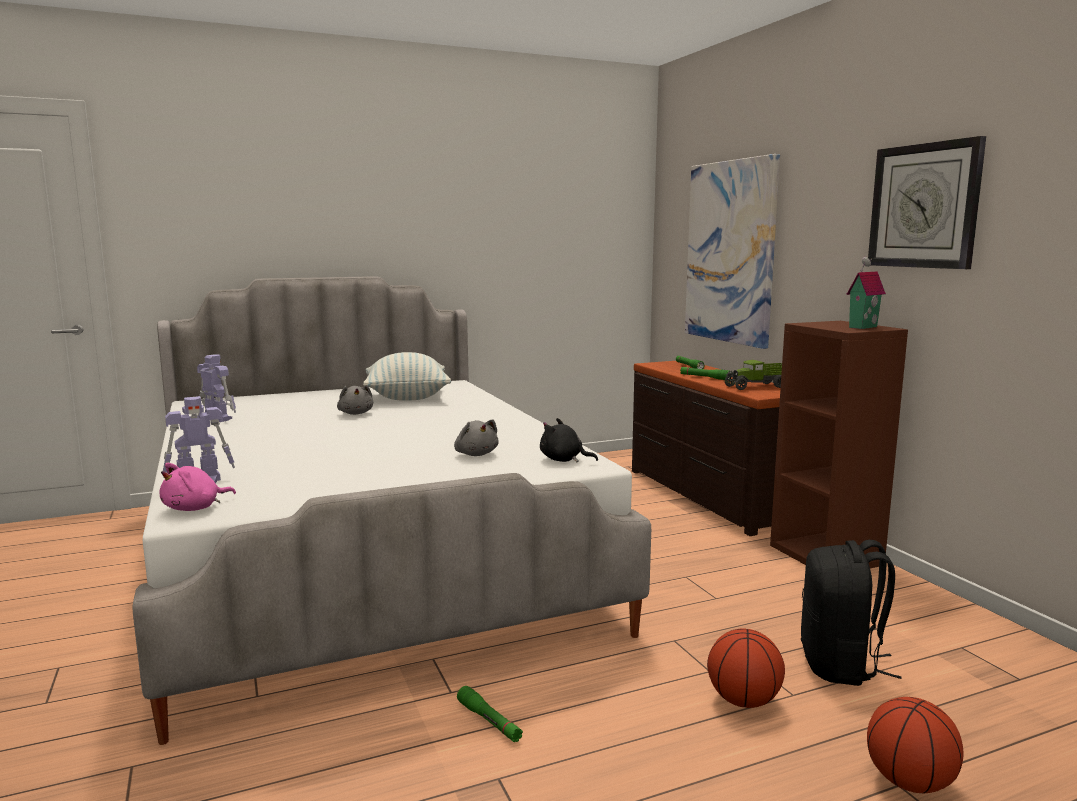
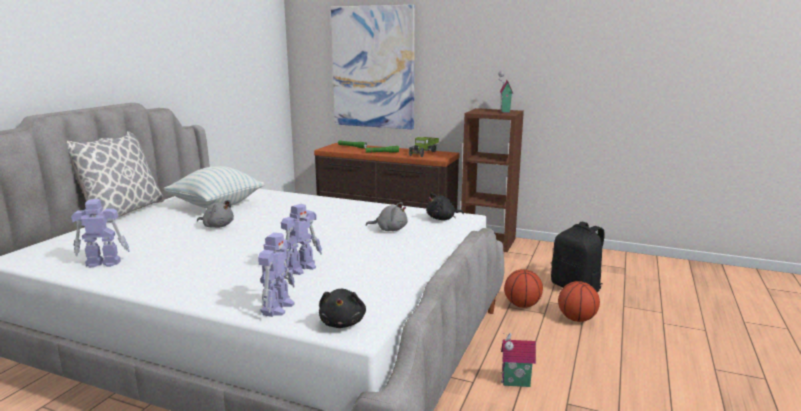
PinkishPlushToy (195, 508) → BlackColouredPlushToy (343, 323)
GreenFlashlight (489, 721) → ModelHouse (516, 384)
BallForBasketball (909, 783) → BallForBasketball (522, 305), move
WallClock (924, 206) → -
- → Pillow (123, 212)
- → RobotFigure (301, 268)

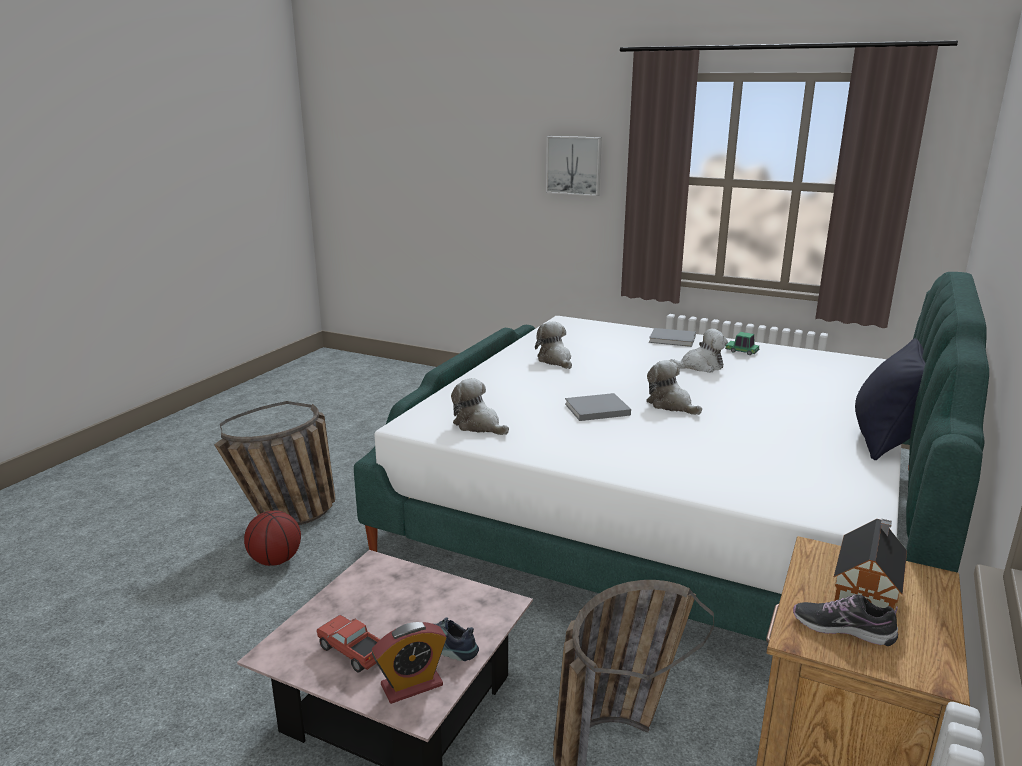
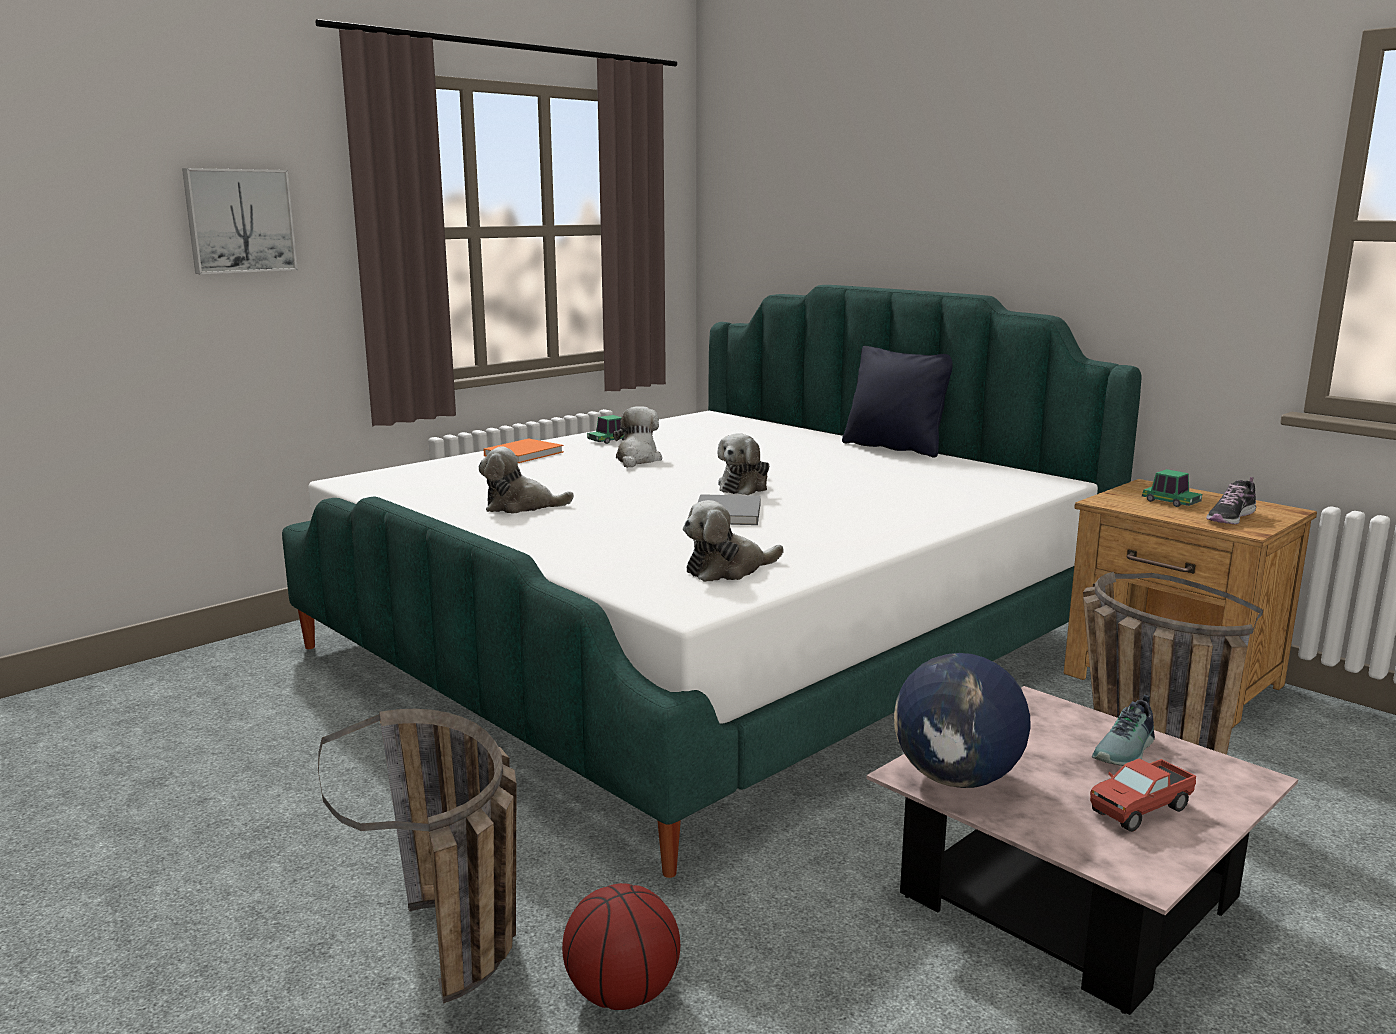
BedsideClock (411, 685) → -
PlushToy (671, 405) → PlushToy (745, 487), 45 degrees counterclockwise
GrayBook (674, 339) → OrangeColouredBook (525, 453)
ModelHouse (866, 591) → MiniatureCar (1170, 502)
- → Globe (957, 779)

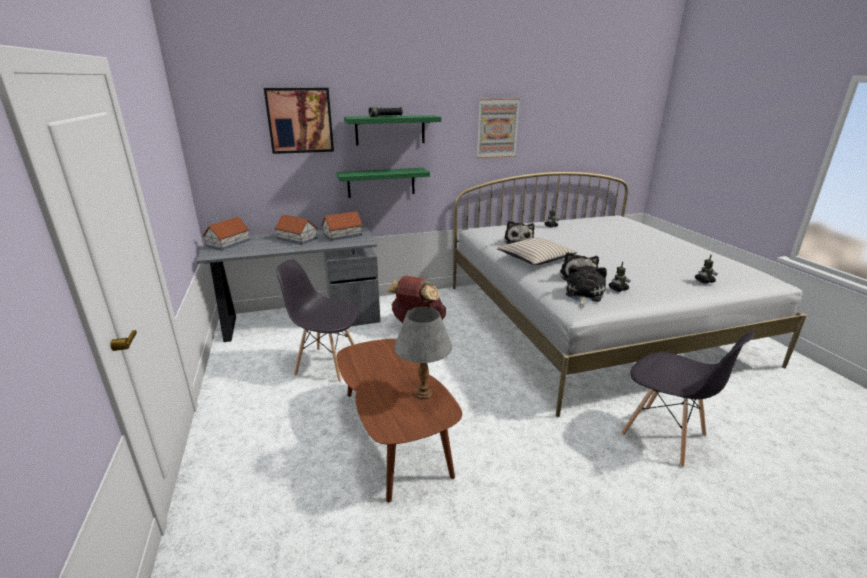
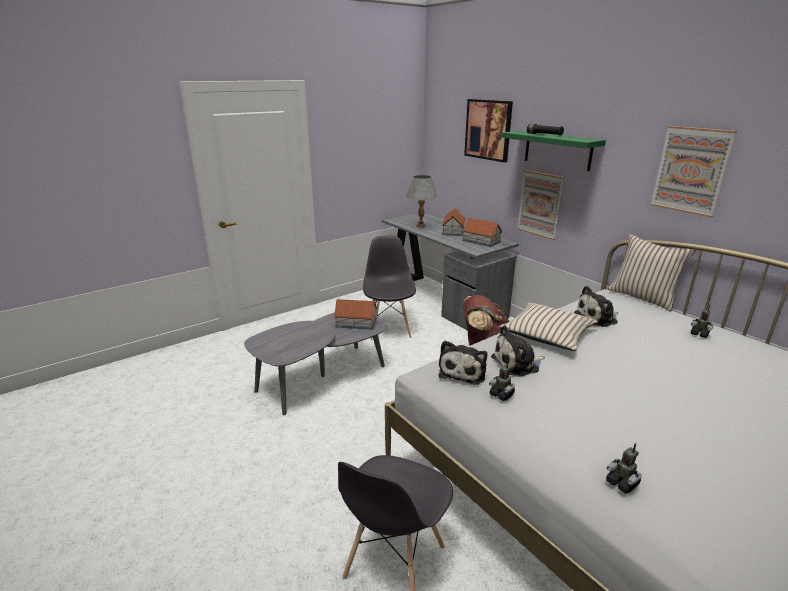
ModelHouse (228, 243) → ModelHouse (355, 322), move
GreenBracketShelf (381, 182) → WallPicture (540, 204)
BrownishLowTable (394, 433) → GrayLowTable (322, 377)
GrayTableLamp (423, 393) → GrayTableLamp (420, 226), move
PlushToy (583, 294) → PlushToy (463, 371), 105 degrees clockwise
- → BeigePillow (642, 297)

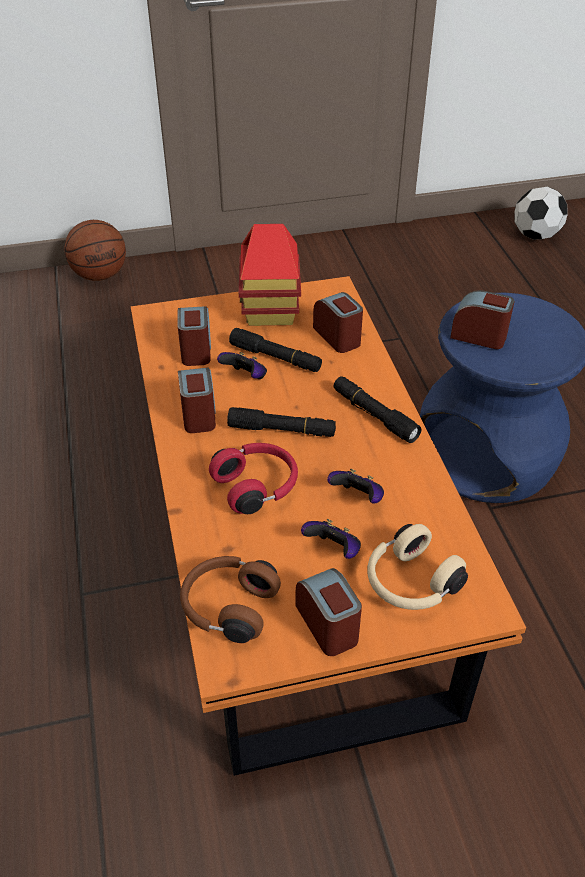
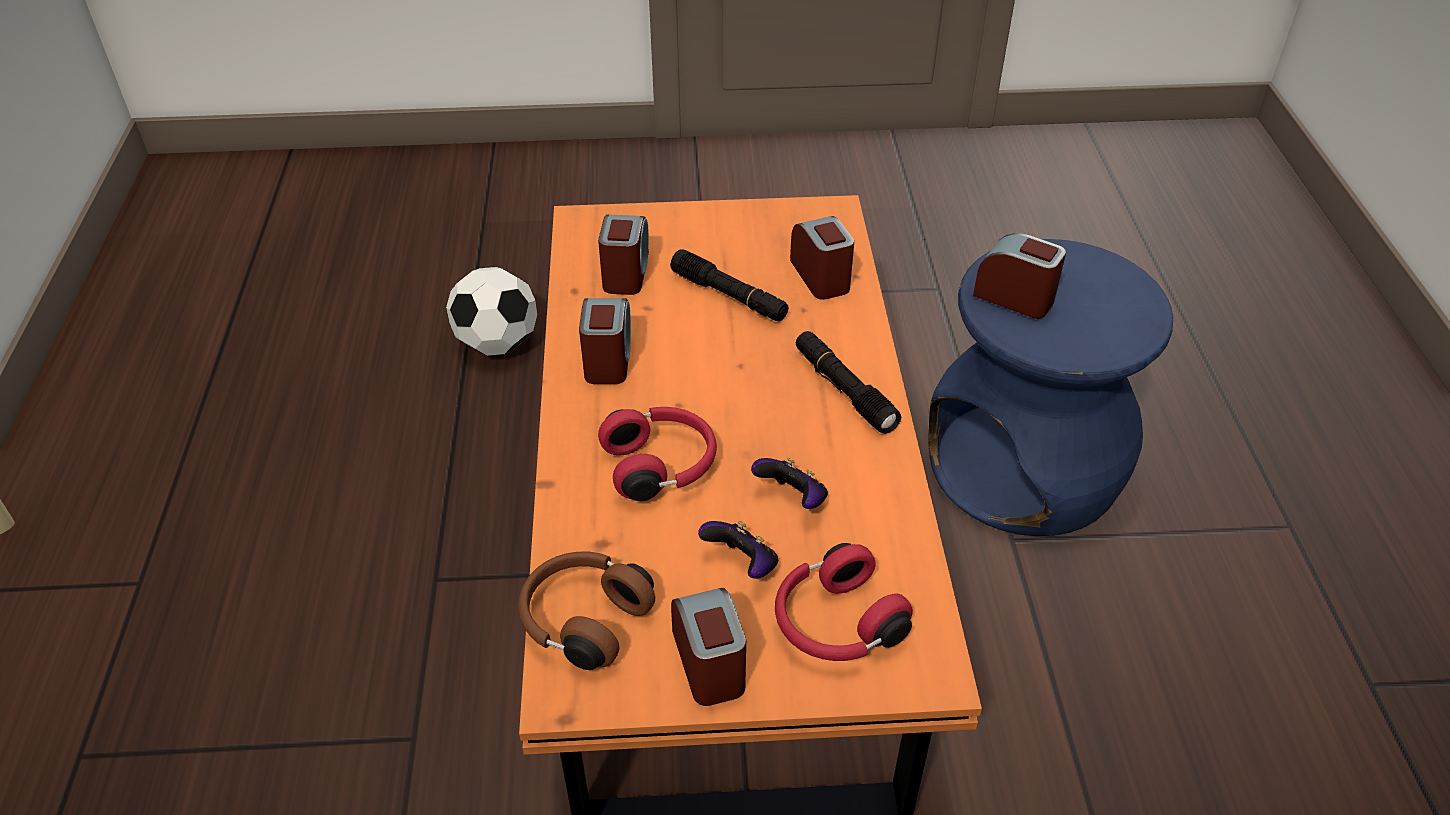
BallForBasketball (100, 275) → -
Gamepad (245, 377) → -
BlackColouredFlashlight (282, 430) → -
ModelHouse (270, 311) → -
BeigeHeadset (410, 583) → RedHeadset (835, 624)
Football (535, 235) → Football (498, 344), move

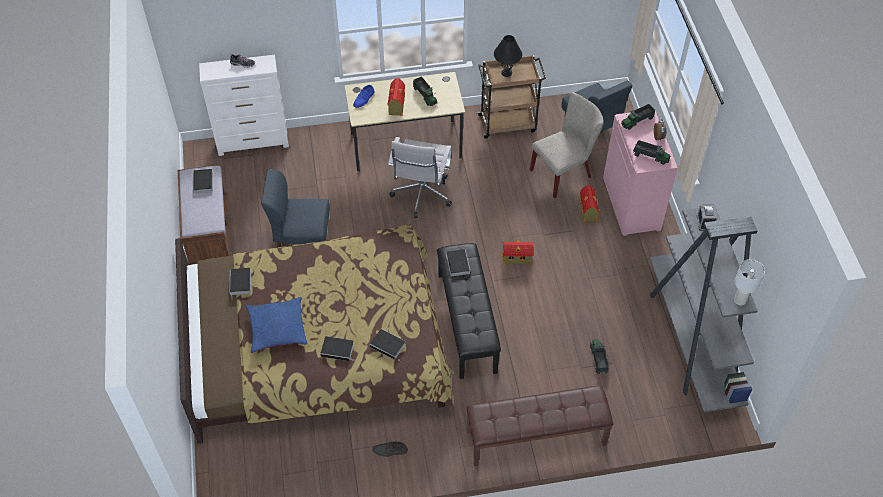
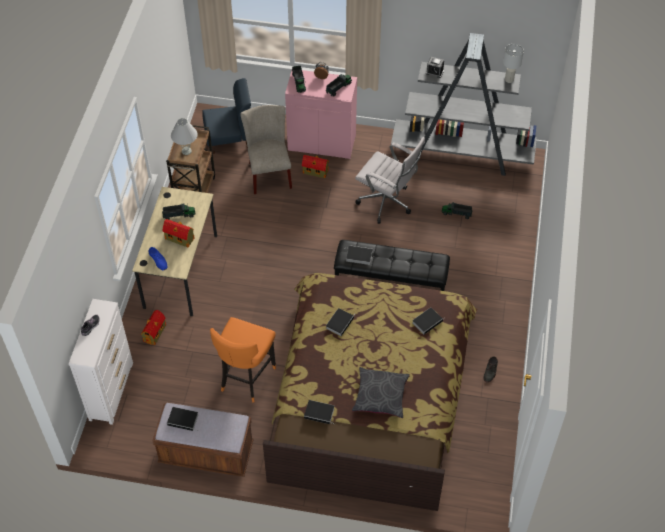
BluePillow (277, 329) → GrayPillow (380, 396)
BluePlainChair (301, 235) → OrangeColouredSittingStool (246, 378)
Book (338, 349) → Book (340, 322), move
WhiteDeskChair (421, 196) → WhiteDeskChair (387, 203), move
BrownishIndoorBench (536, 438) → -
BlackColouredTableLamp (506, 73) → WhiteTableLamp (186, 151)
ModelHouse (517, 258) → ModelHouse (155, 332), move

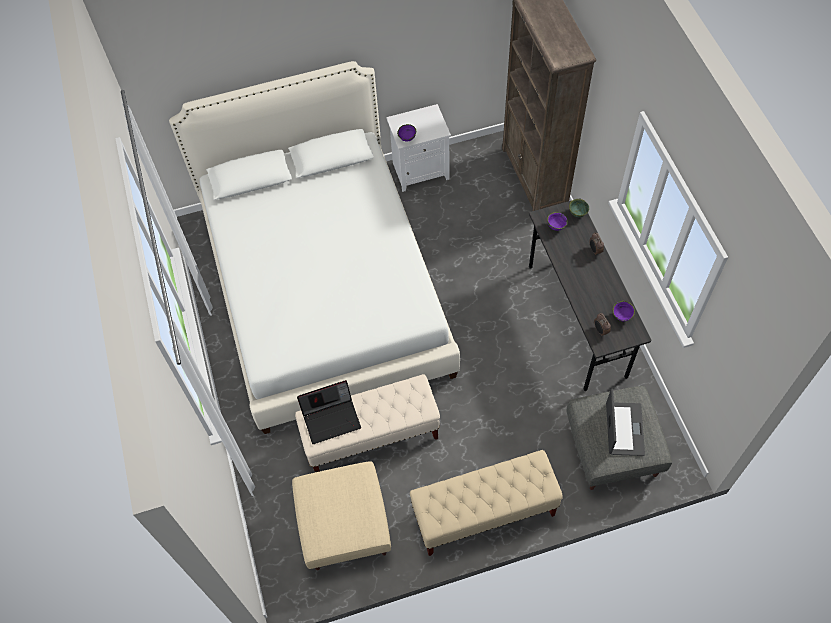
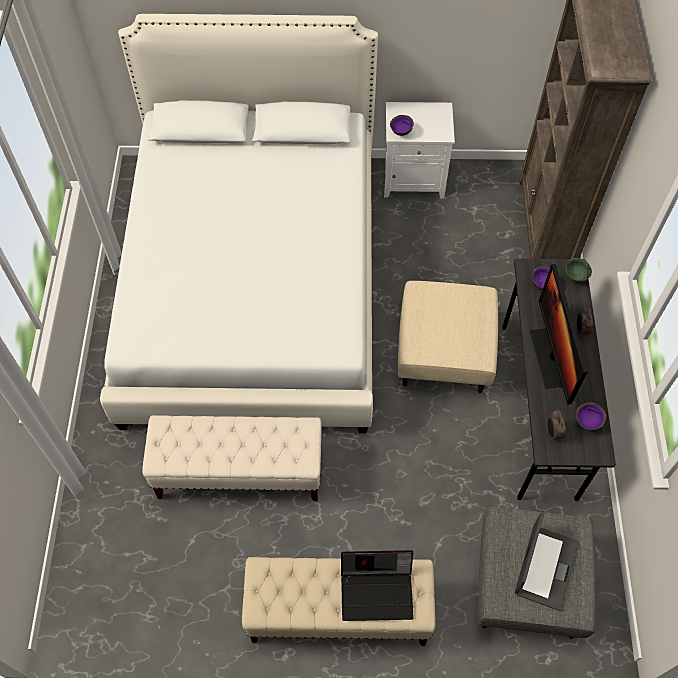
BeigePouffe (343, 525) → BeigePouffe (443, 351), move
Laptop (332, 418) → Laptop (377, 591), move
- → ComputerDisplay (551, 357)

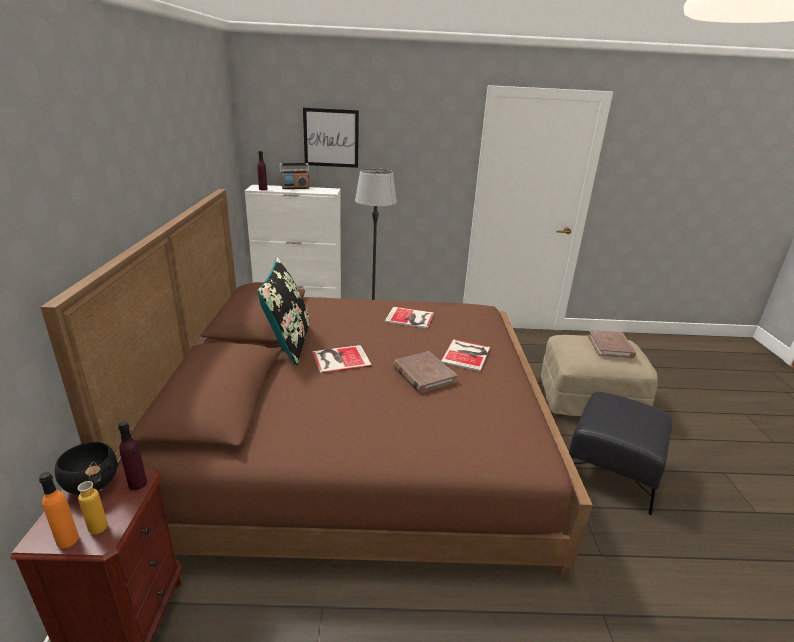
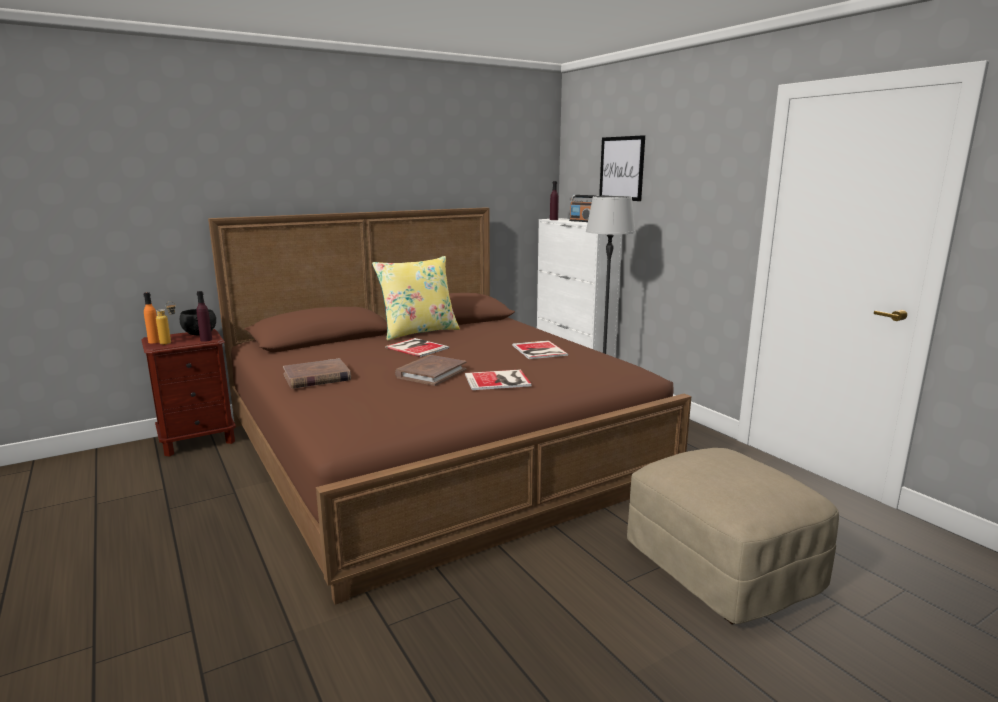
BlackColouredPillow (288, 344) → YellowPillow (418, 332)
BlackColouredPouffe (612, 469) → -
BrownishBook (610, 346) → BrownishBook (317, 377), move

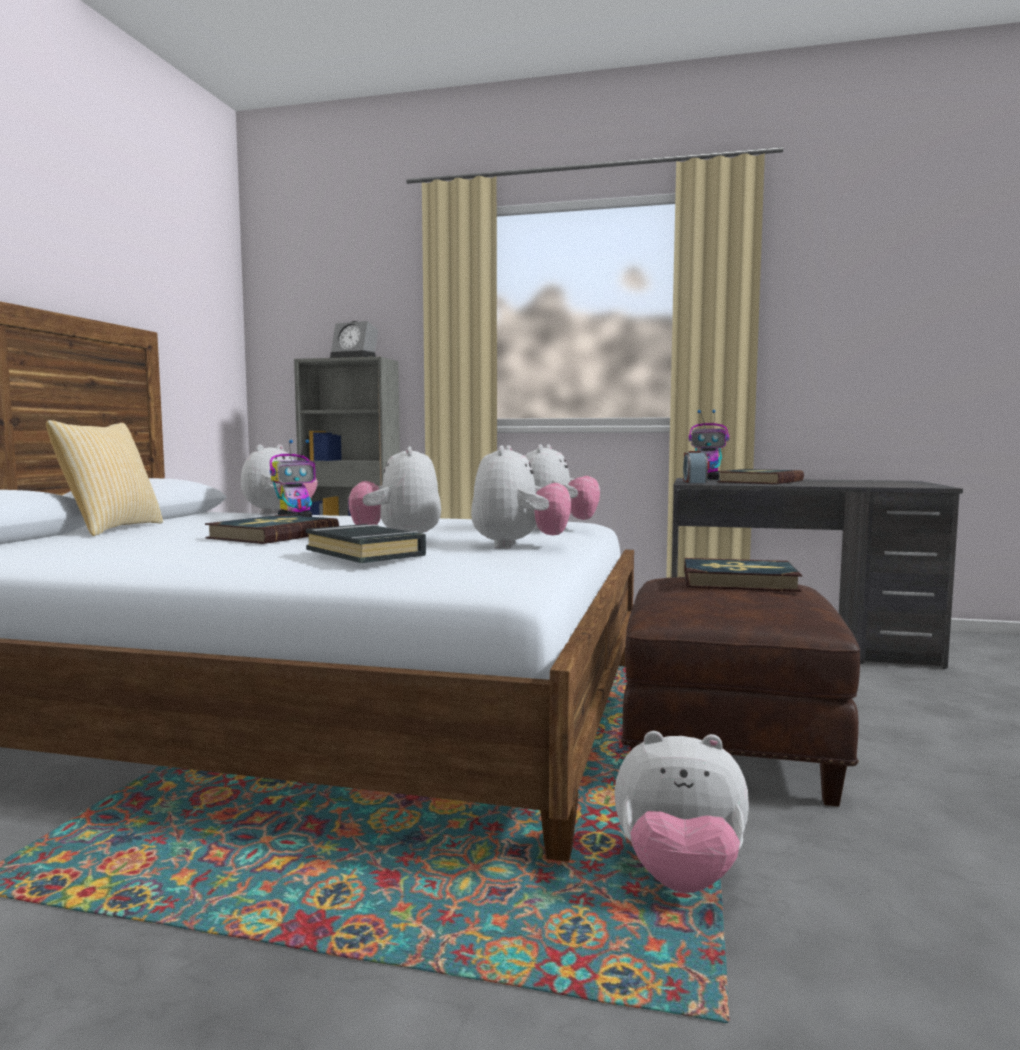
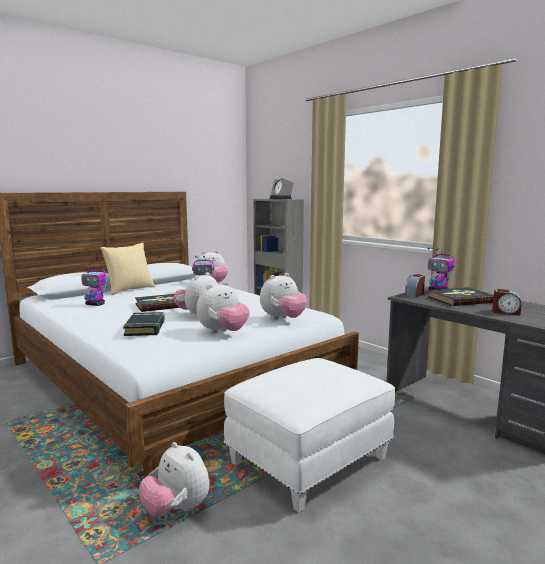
BrownishPouffe (725, 744) → WhitePouffe (309, 459)
Book (738, 581) → -
- → RobotFigure (95, 304)
- → BedsideClock (506, 312)

